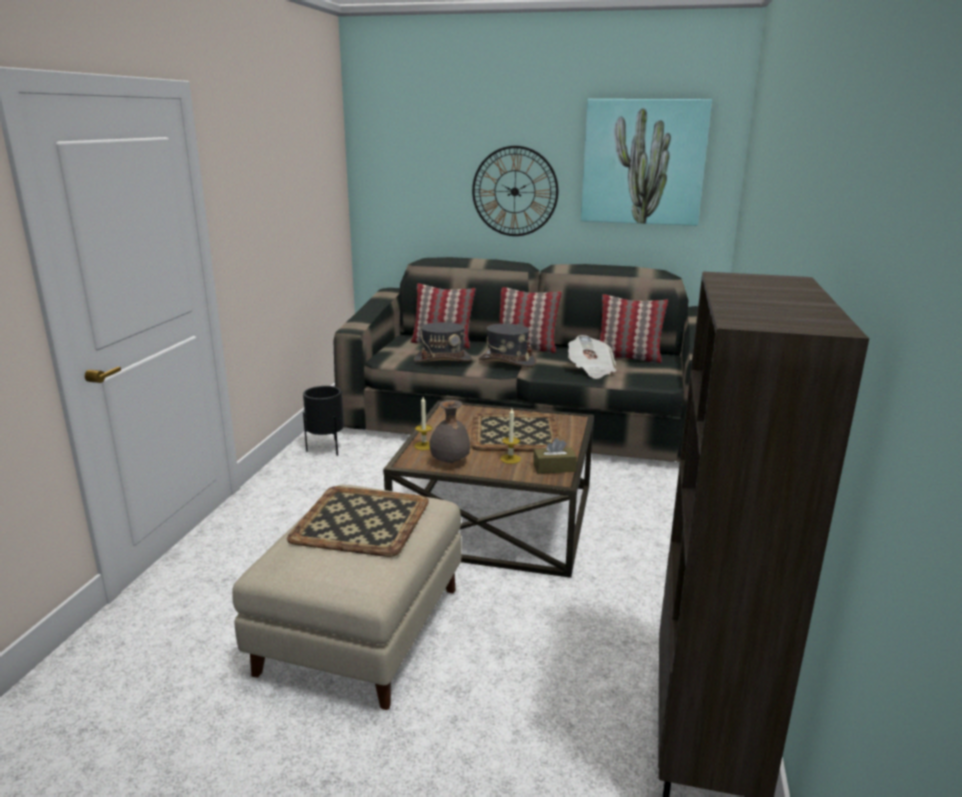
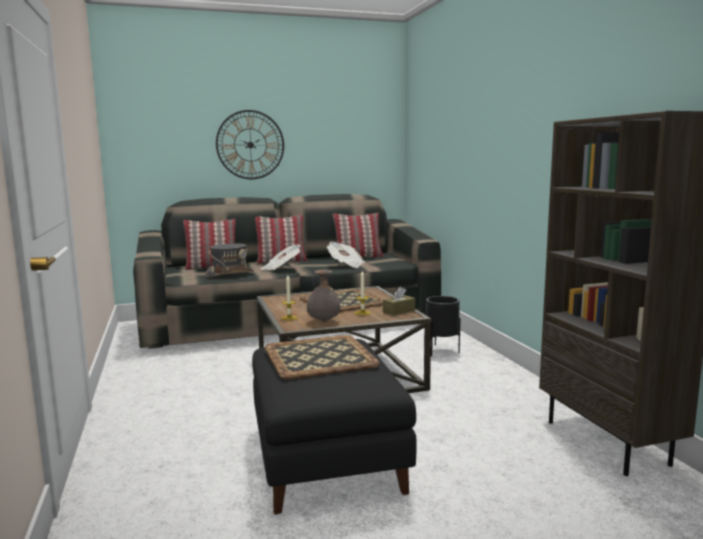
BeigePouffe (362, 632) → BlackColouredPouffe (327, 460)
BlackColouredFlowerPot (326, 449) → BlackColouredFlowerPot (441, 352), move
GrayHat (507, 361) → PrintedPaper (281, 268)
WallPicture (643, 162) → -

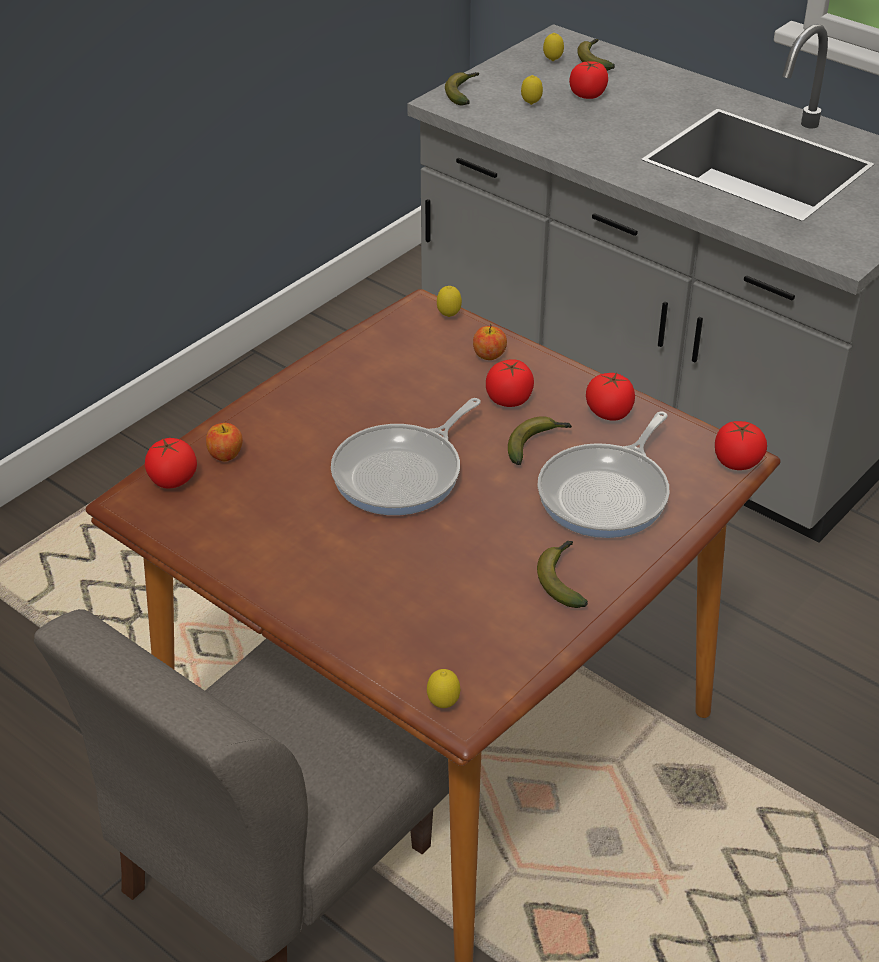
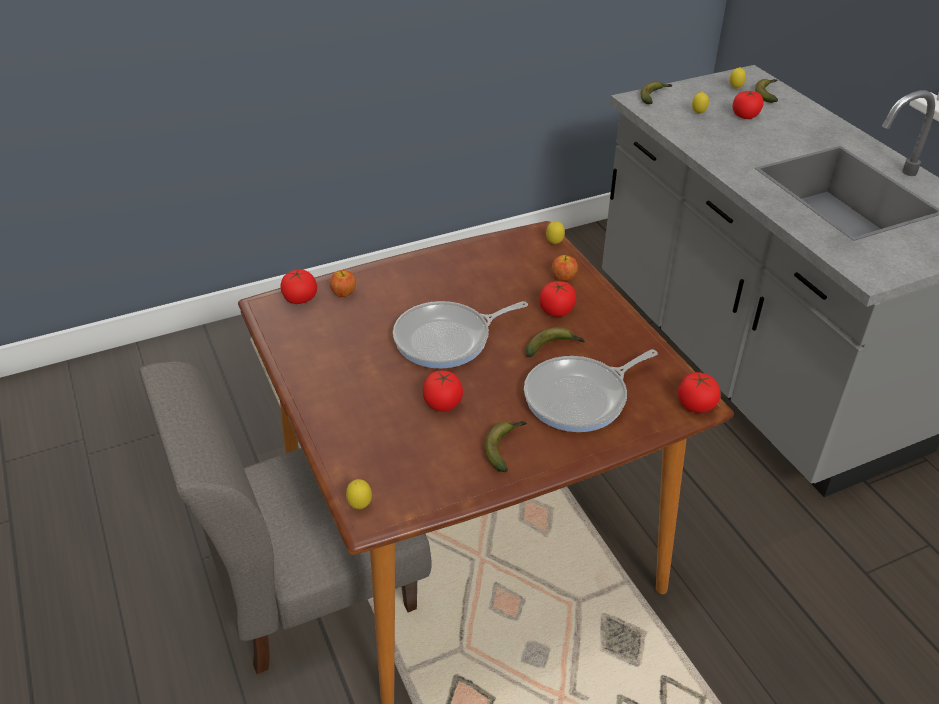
Tomato (609, 412) → Tomato (443, 403), move

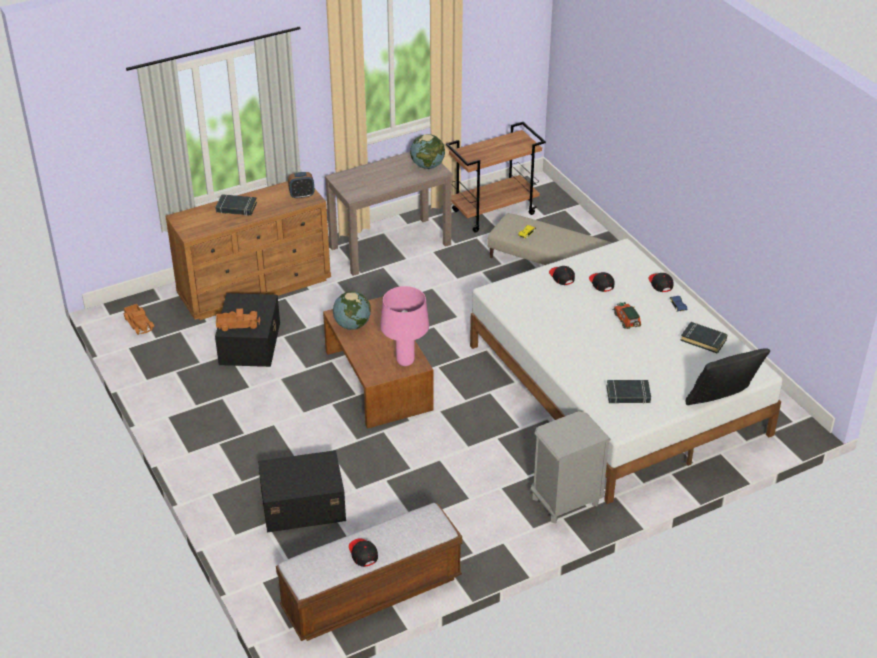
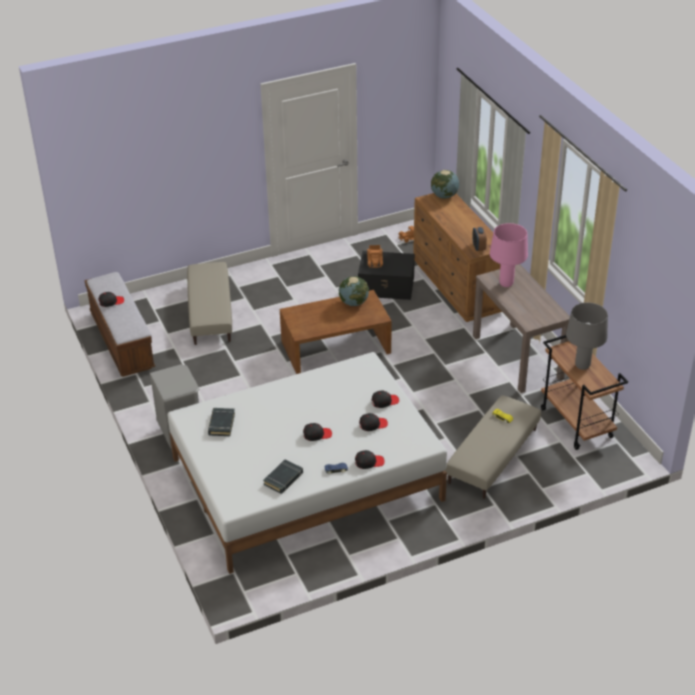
BlackColouredBook (236, 208) → -
BlackColouredStorageBox (302, 505) → BeigePouffe (210, 312)
PinkishTableLamp (405, 362) → PinkishTableLamp (506, 284), move
Globe (427, 166) → Globe (444, 196), move
MiniatureCar (627, 321) → BlackColouredCap (317, 434)
BlackColouredPillow (722, 402) → -
- → GrayTableLamp (582, 366)

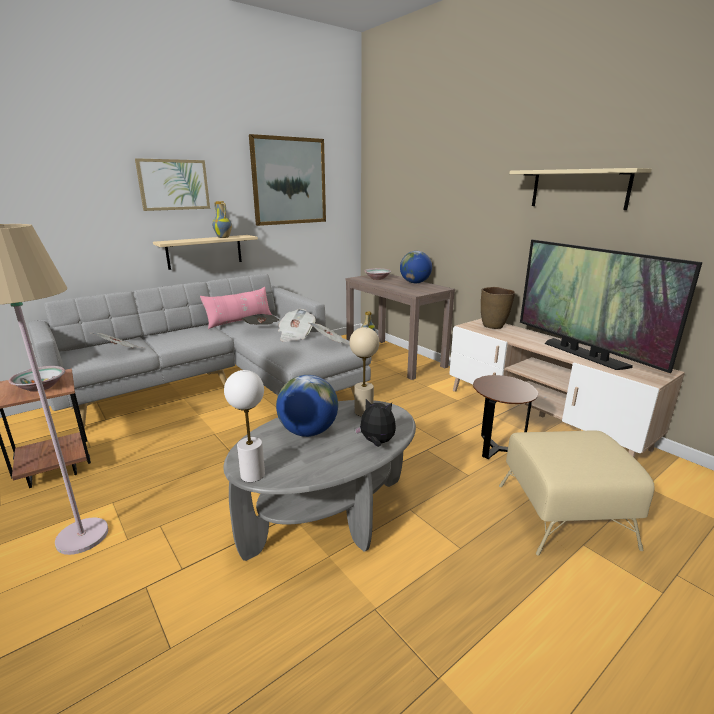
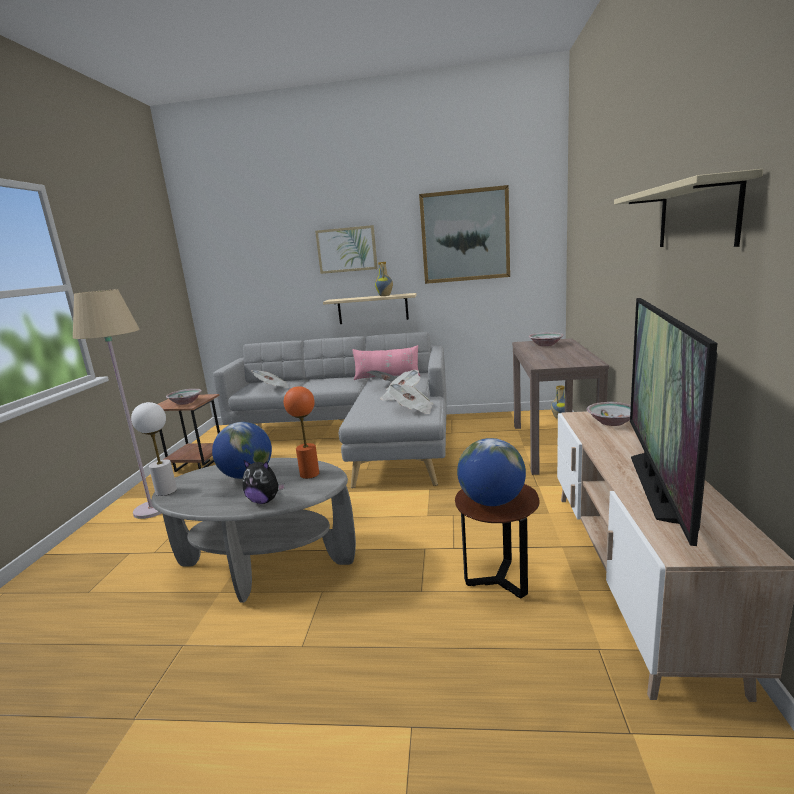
BeigeTableLamp (363, 412) → OrangeColouredTableLamp (309, 474)
PlushToy (376, 443) → PlushToy (264, 501), 135 degrees clockwise
Globe (415, 283) → Globe (492, 501), move
BrownishVase (493, 326) → ServingBowl (611, 422)
BeigePouffe (563, 514) → -

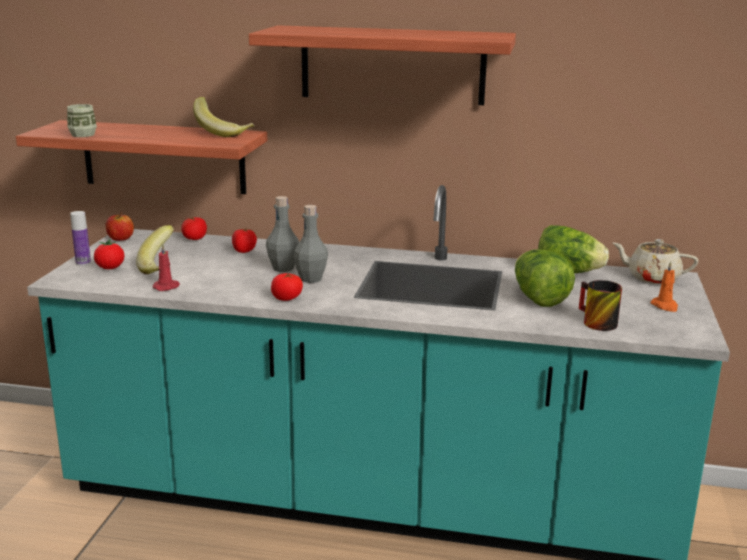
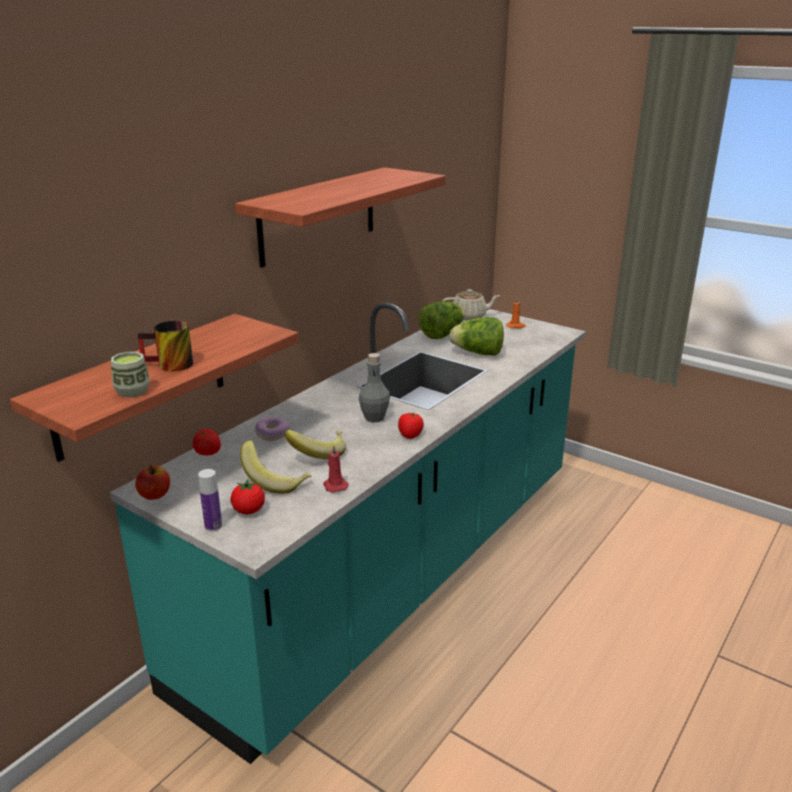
BananaFruit (224, 133) → BananaFruit (318, 453), move
Tomato (244, 250) → Donut (272, 434)
GrayDrinkBottle (283, 268) → -
TeaMug (593, 322) → TeaMug (169, 366), move
BeigePotForTea (652, 278) → BeigePotForTea (469, 316), 135 degrees counterclockwise

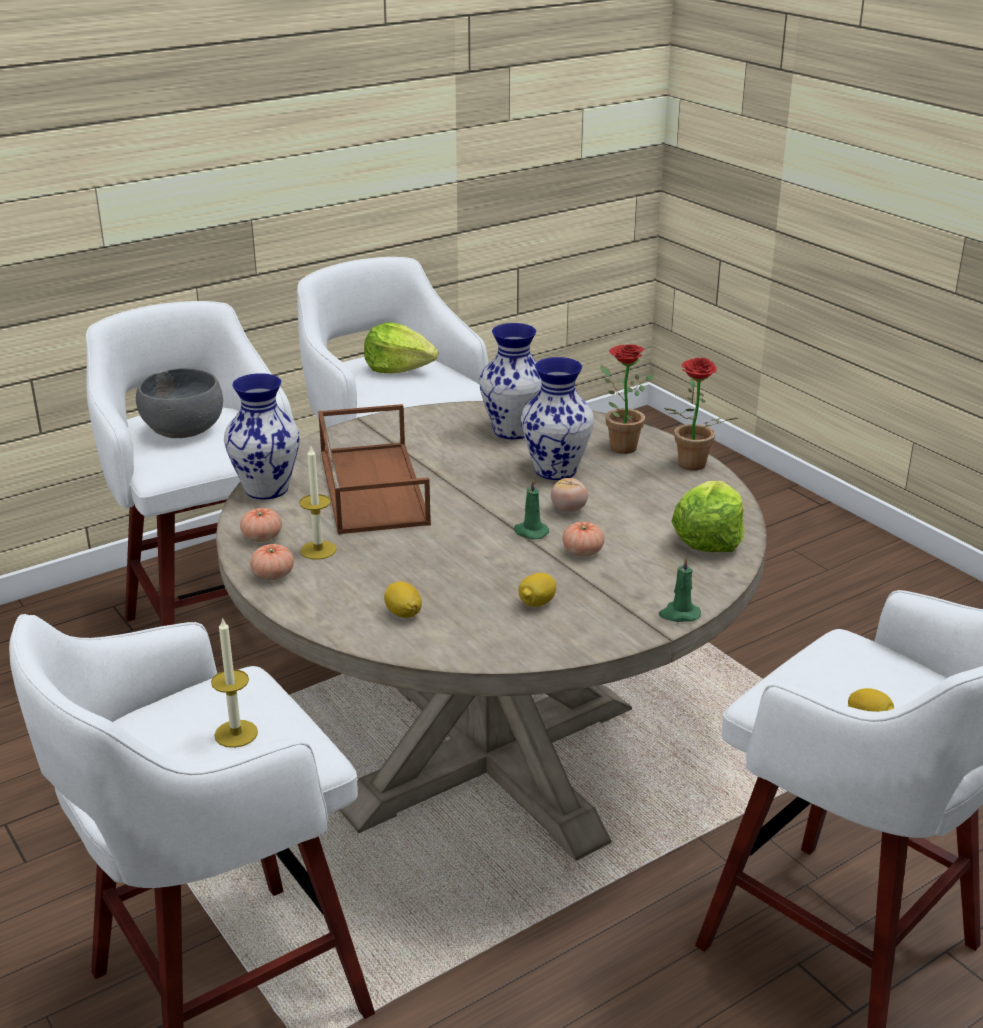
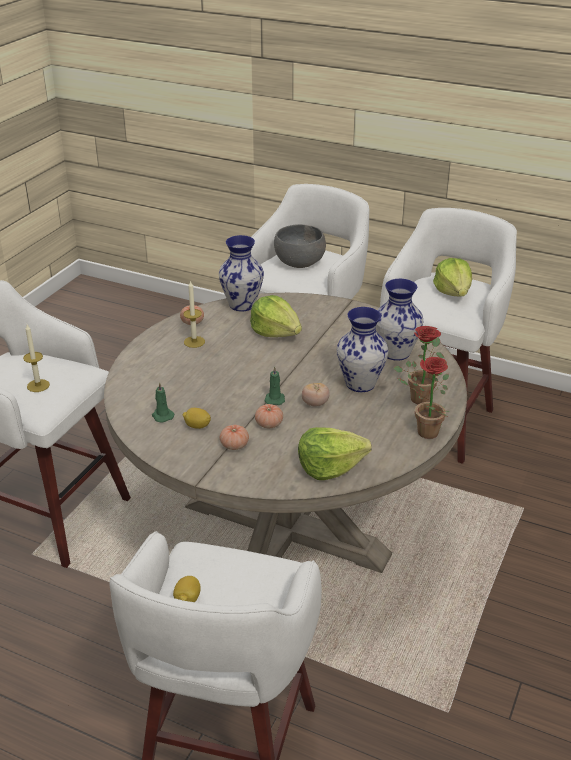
Tomato (273, 575) → Tomato (234, 445), move
BrownishCarryingTray (370, 486) → LettuceHead (276, 332)
CitrusFruit (403, 613) → -
GreenCandle (679, 614) → GreenCandle (162, 415), move

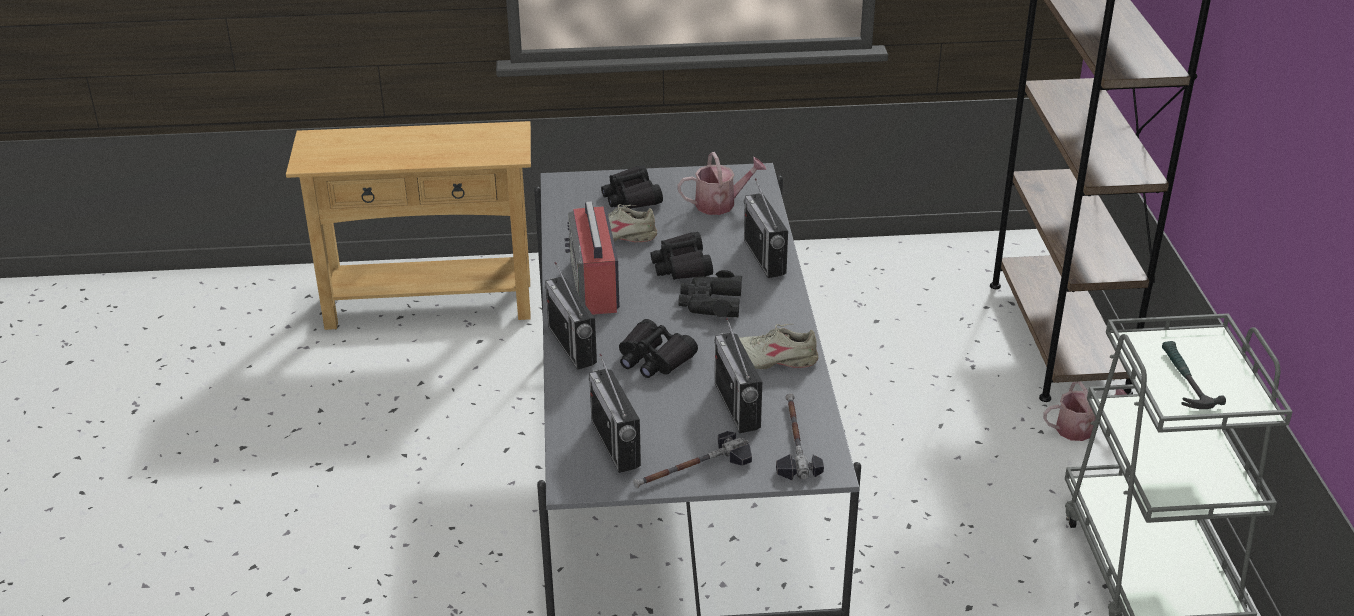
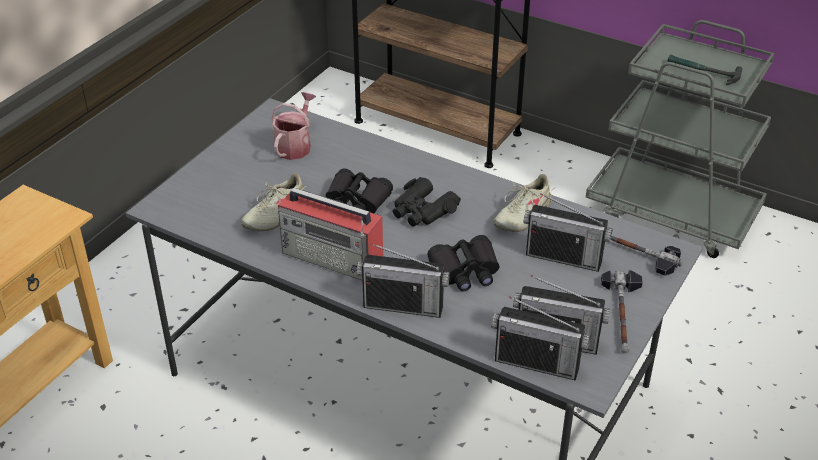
BlackColouredBinoculars (631, 197) → -
RadioSet (764, 257) → RadioSet (537, 363), move
WateringPot (1080, 428) → -

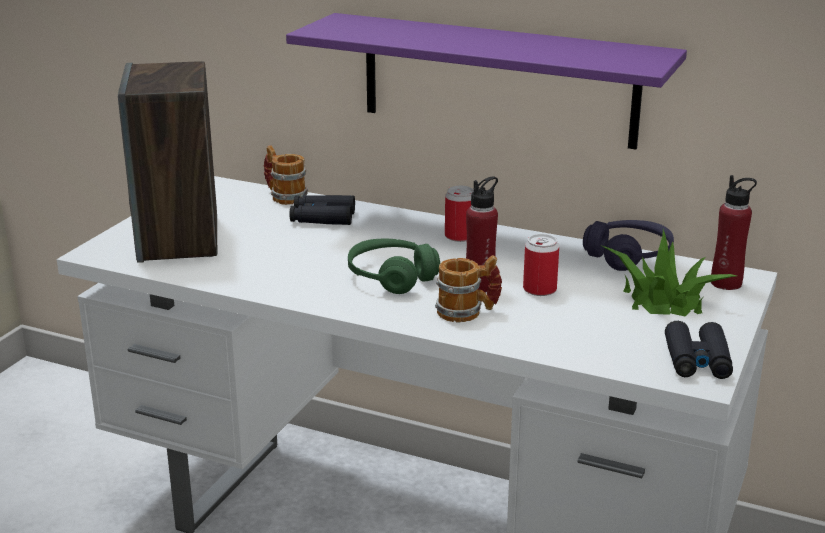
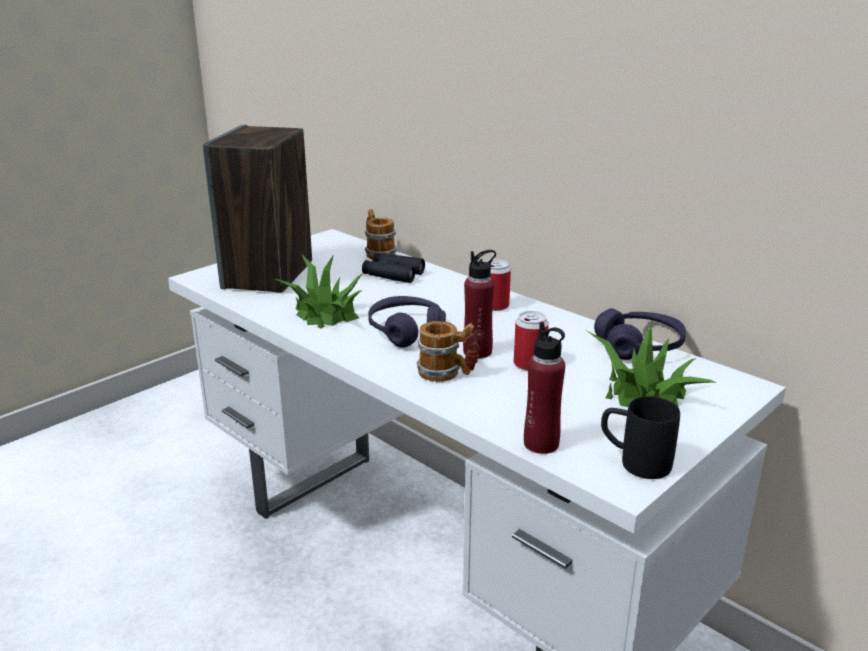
PurpleColouredBracketShelf (498, 80) → -
GreenHeadset (391, 277) → PurpleColouredHeadset (407, 332)
BlackColouredBinoculars (697, 360) → BlackColouredTeaMug (634, 462)
RedDrinkBottle (726, 283) → RedDrinkBottle (541, 444), move
- → PlantInAPot (326, 313)

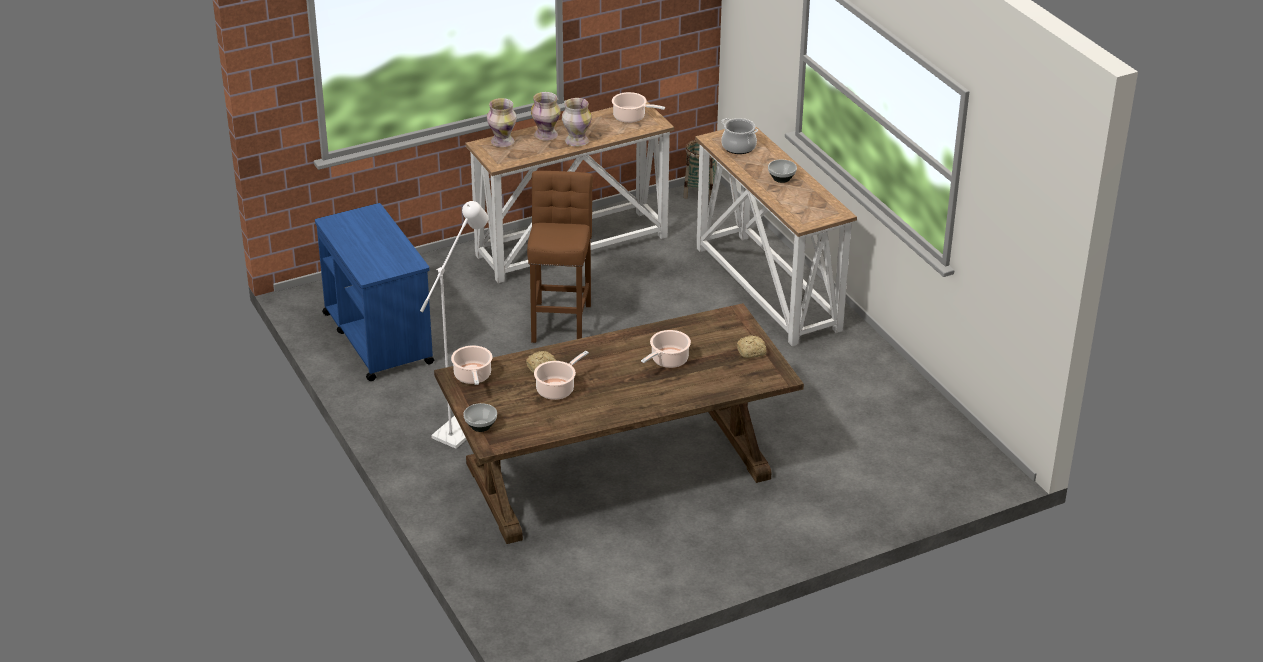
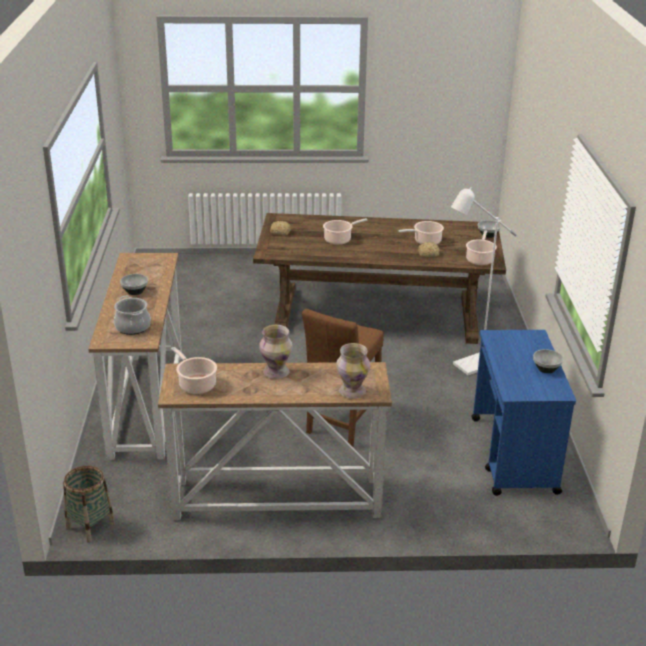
Vase (546, 135) → -
- → ServingBowl (546, 369)

